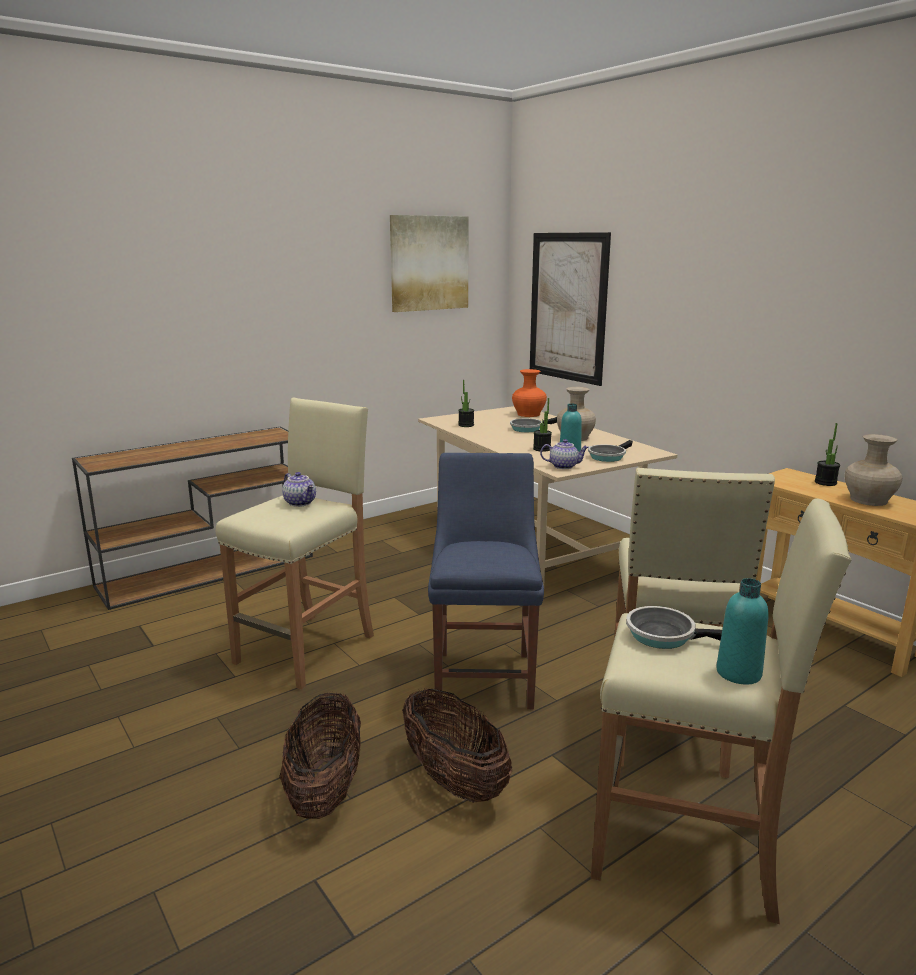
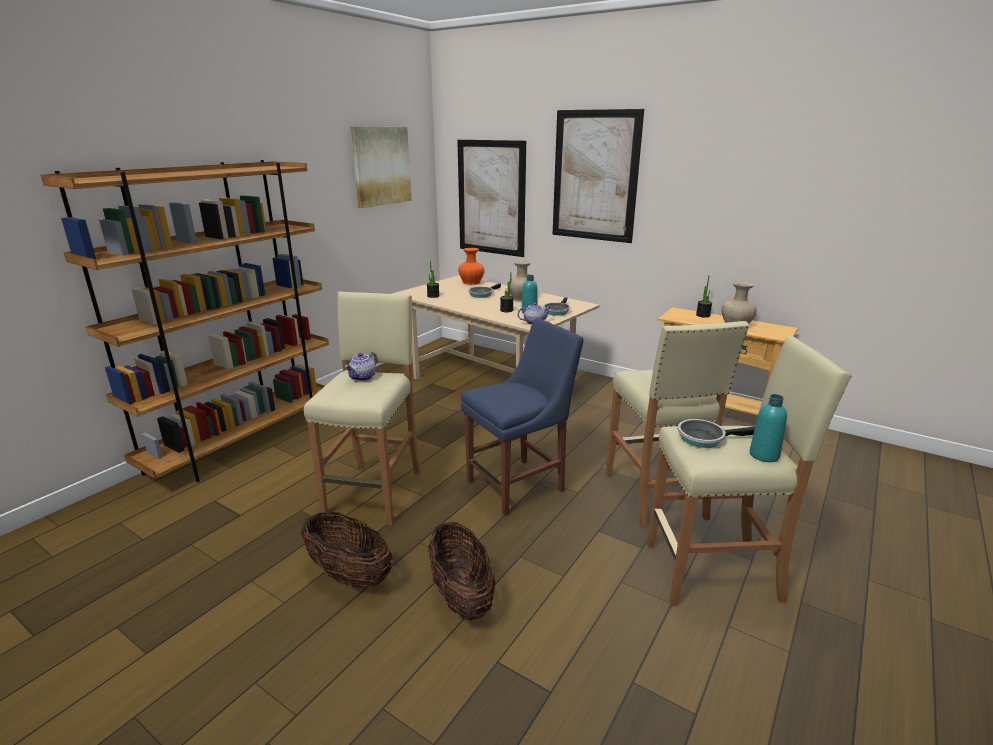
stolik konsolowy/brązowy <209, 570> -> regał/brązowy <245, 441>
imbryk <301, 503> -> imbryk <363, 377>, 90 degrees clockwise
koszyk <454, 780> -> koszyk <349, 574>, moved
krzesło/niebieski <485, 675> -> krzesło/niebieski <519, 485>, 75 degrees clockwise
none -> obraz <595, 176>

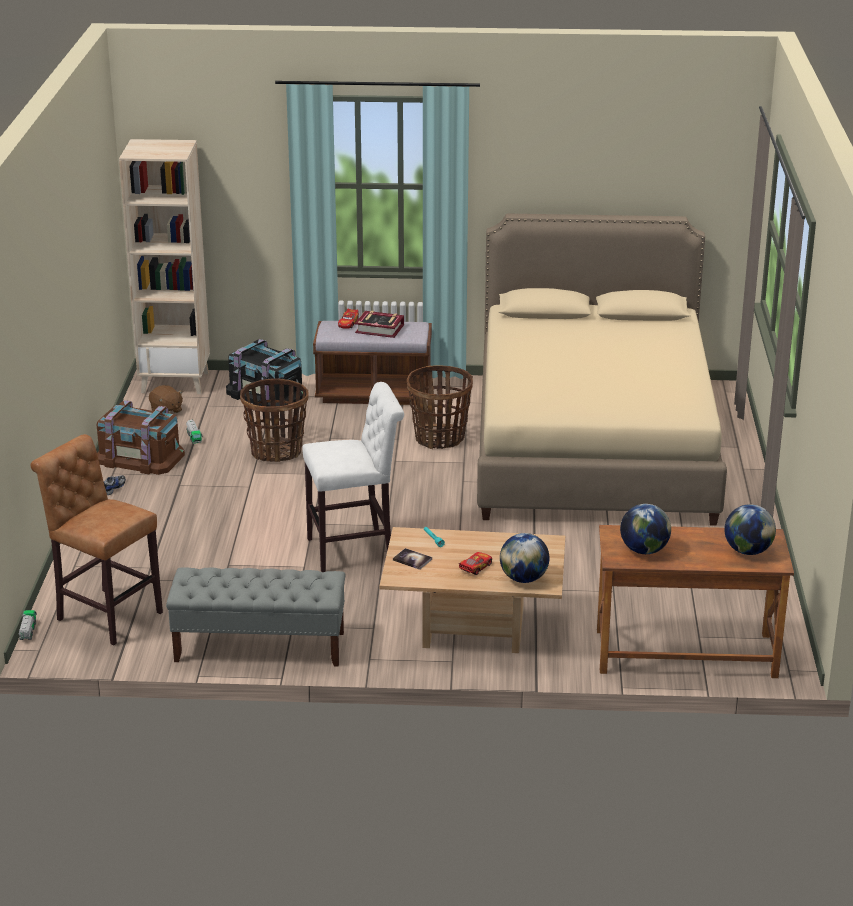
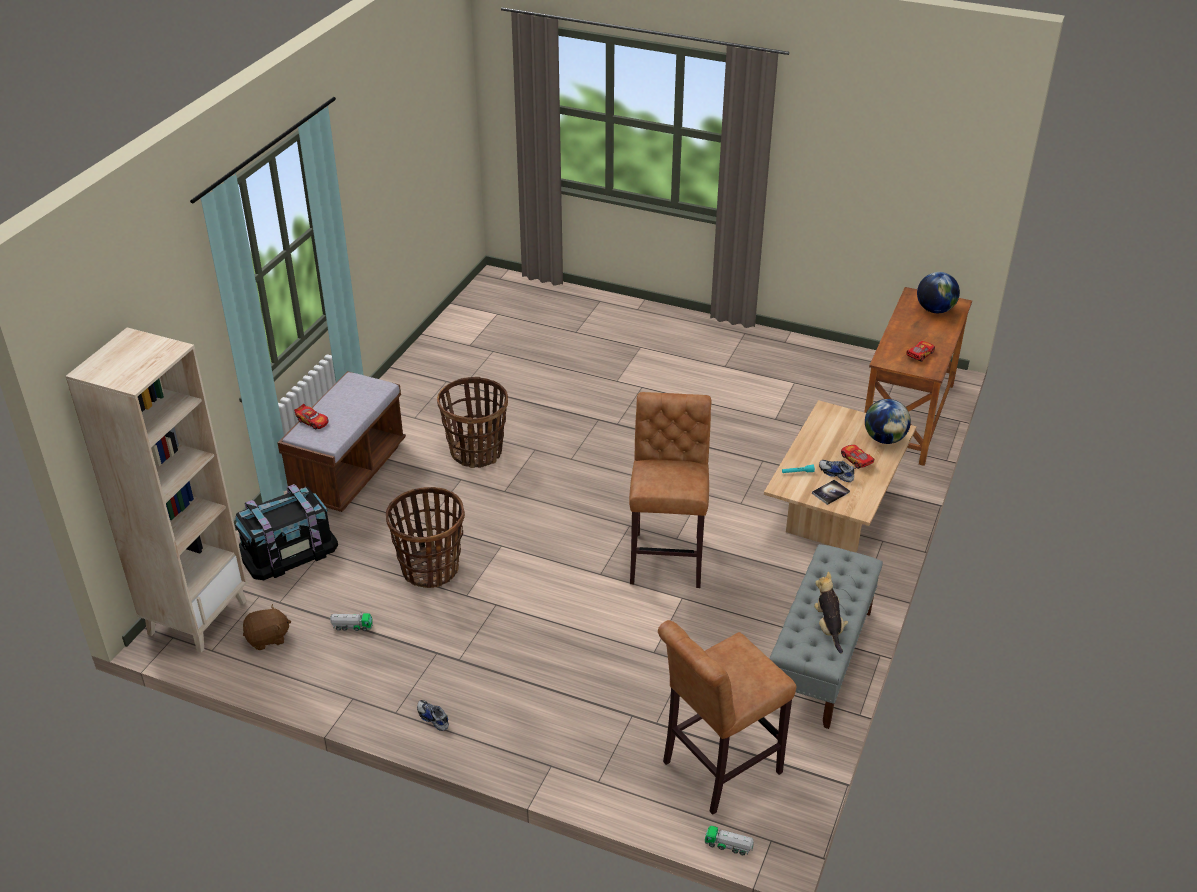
pojemnik do przechowywania/brązowy <140, 457> -> none
stołek/biały <355, 550> -> stołek/brązowy <667, 556>
książka <379, 329> -> none
łóżko/beżowy <592, 446> -> none
globus <644, 550> -> samochodzik <920, 354>
none -> pluszak <828, 627>
none -> but <836, 474>

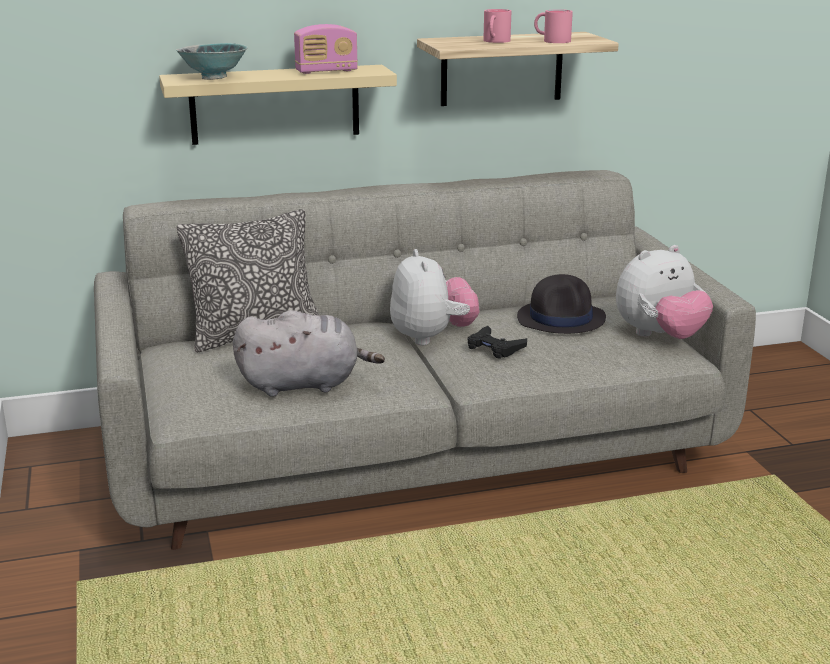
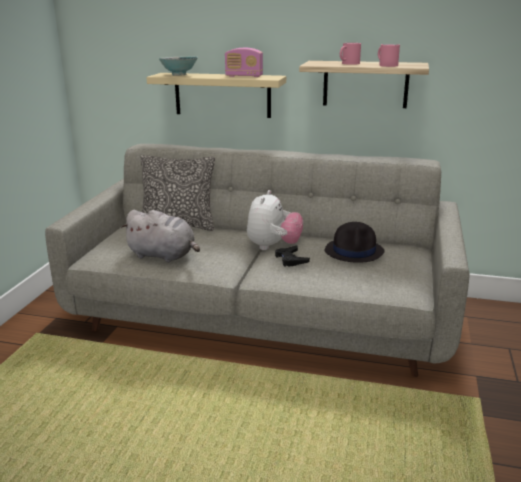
pluszak <659, 336> -> none

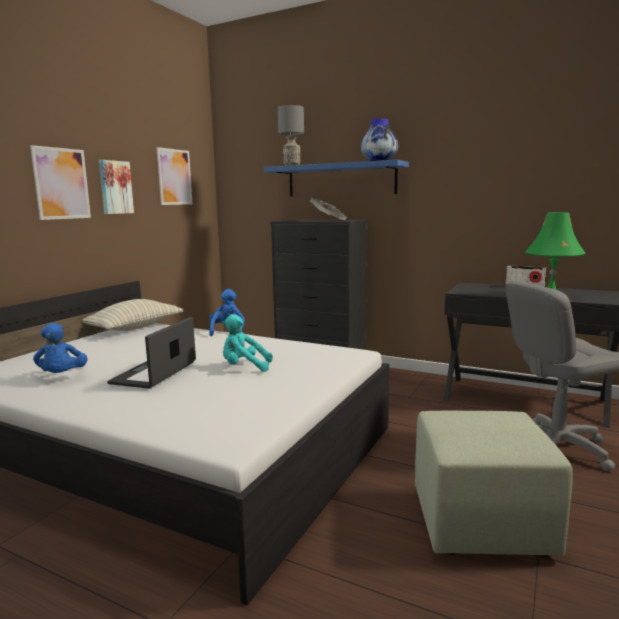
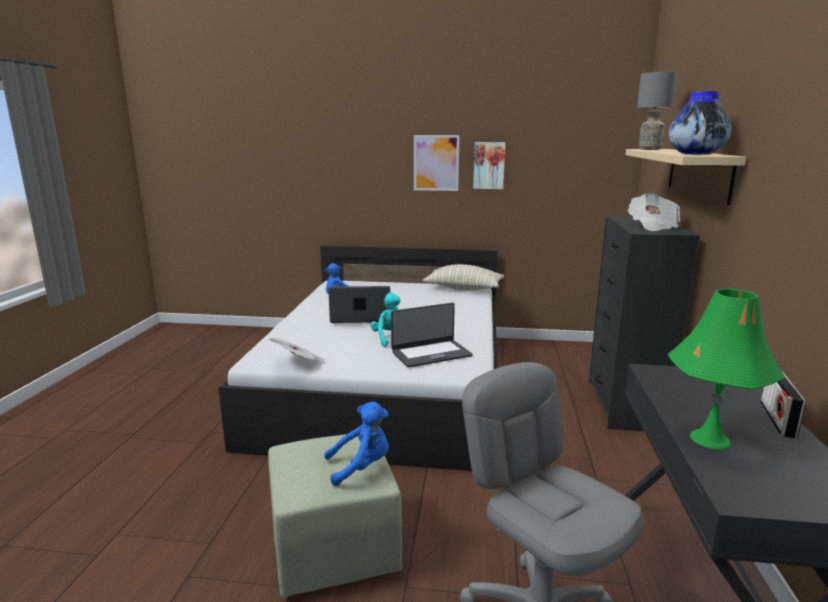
obraz <174, 177> -> none
pluszak/niebieski <227, 332> -> pluszak/niebieski <361, 467>, moved
półka/niebieski <341, 180> -> półka/beżowy <698, 173>
none -> gazeta <298, 363>
none -> laptop <431, 353>

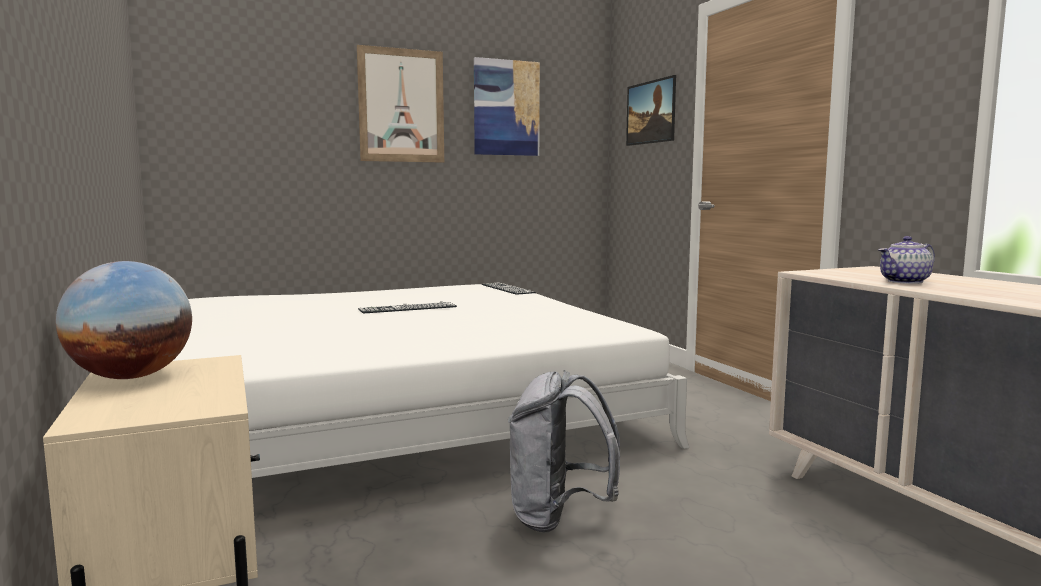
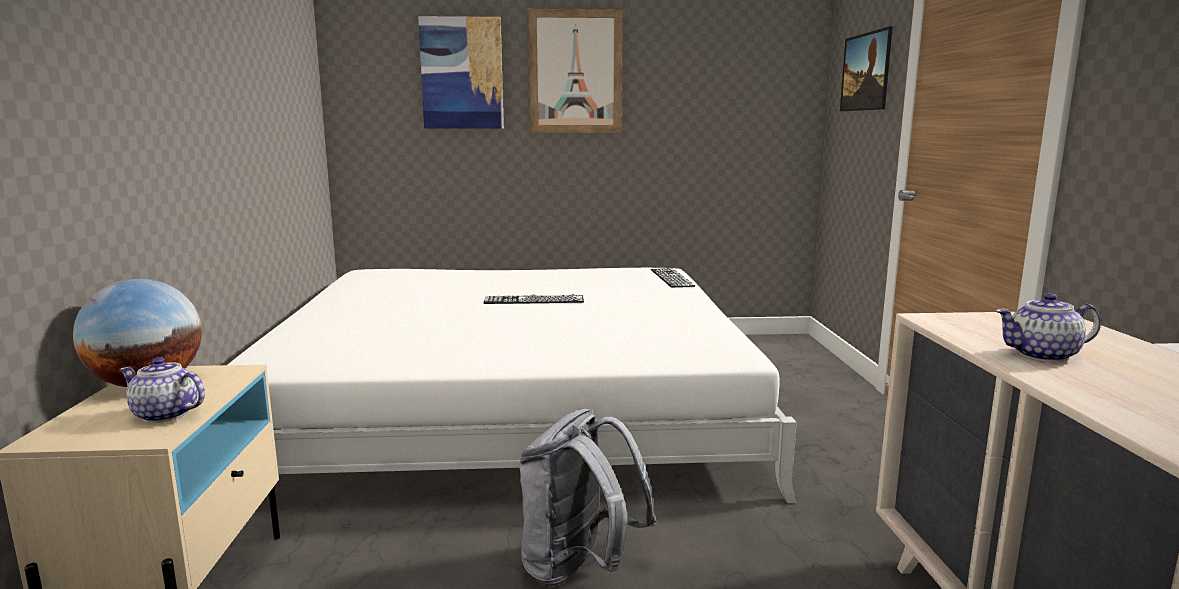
obraz <506, 108> -> obraz <462, 73>, moved
none -> imbryk <164, 415>

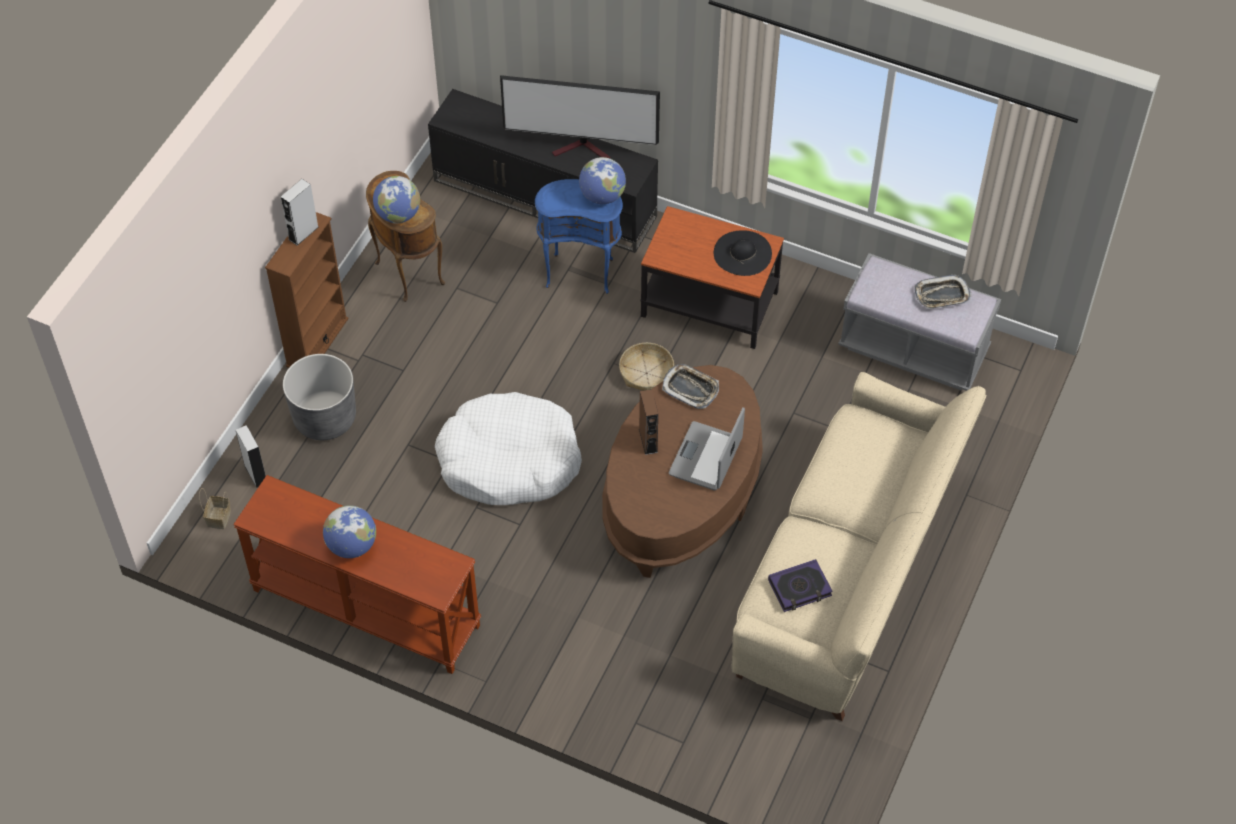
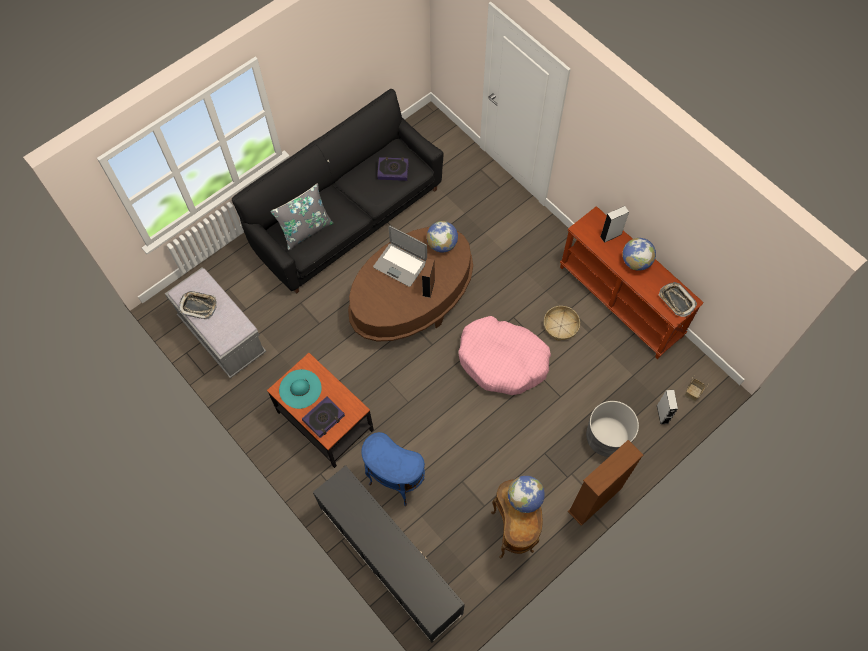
głośnik/szary <303, 233> -> głośnik/szary <611, 235>, moved
legowisko/biały <509, 460> -> legowisko/różowy <502, 360>
telewizor <584, 149> -> none
globus <602, 196> -> globus <442, 244>, moved
koszyk <646, 373> -> koszyk <561, 326>, moved
taca <690, 389> -> taca <676, 300>, moved
laptop <706, 457> -> laptop <400, 264>, 75 degrees clockwise
kapelusz/czarny <742, 253> -> kapelusz/turkusowy <300, 389>
kanapa/beżowy <848, 574> -> kanapa/czarny <348, 218>
none -> poduszka/szary <306, 230>
none -> książka <324, 418>

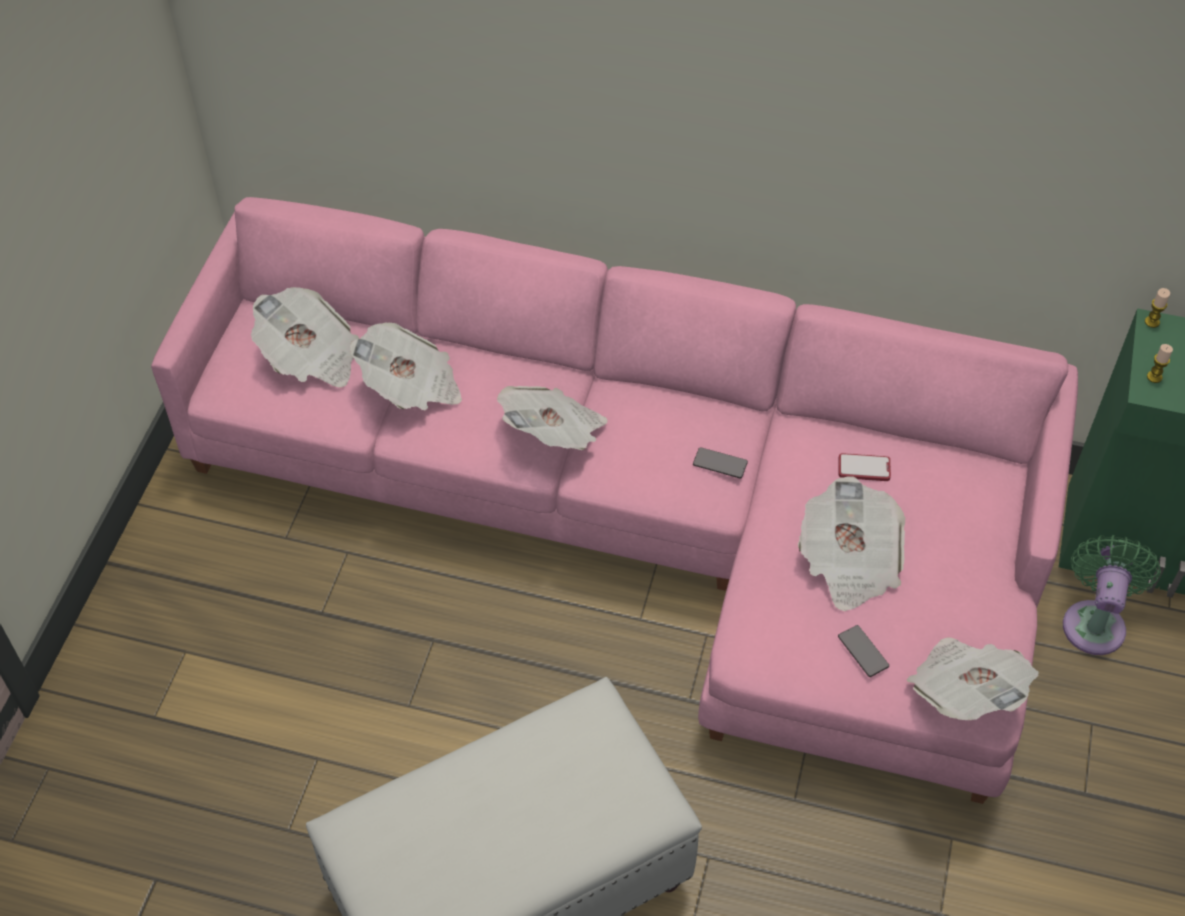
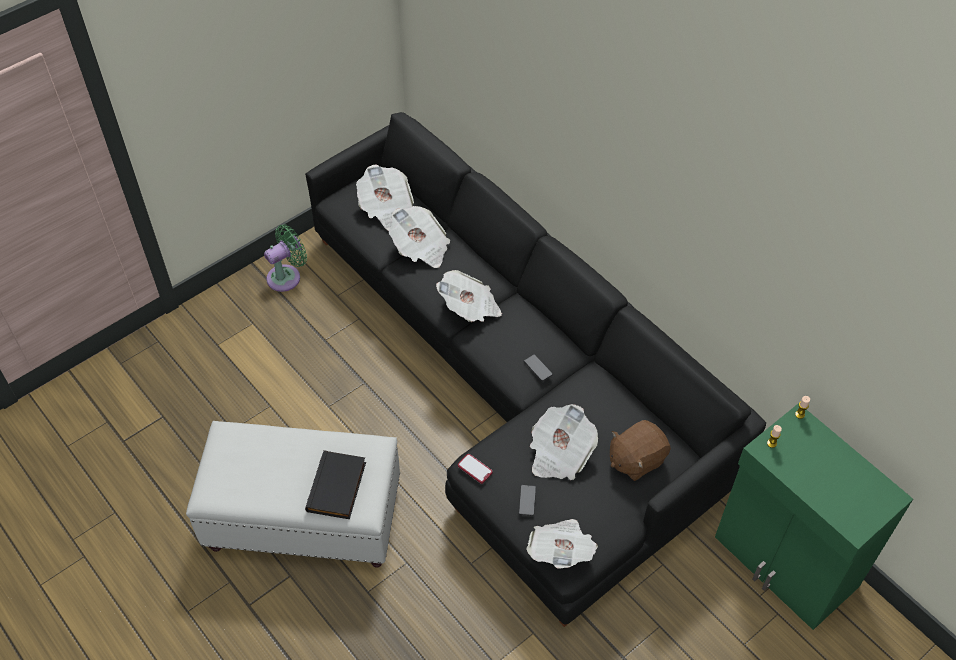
kanapa/różowy <650, 518> -> kanapa/czarny <517, 385>
telefon <864, 468> -> telefon <475, 469>, moved
wentylator/zielony <1095, 621> -> wentylator/zielony <287, 276>, moved
none -> książka/czarny <338, 487>
none -> pluszak/brązowy <636, 459>

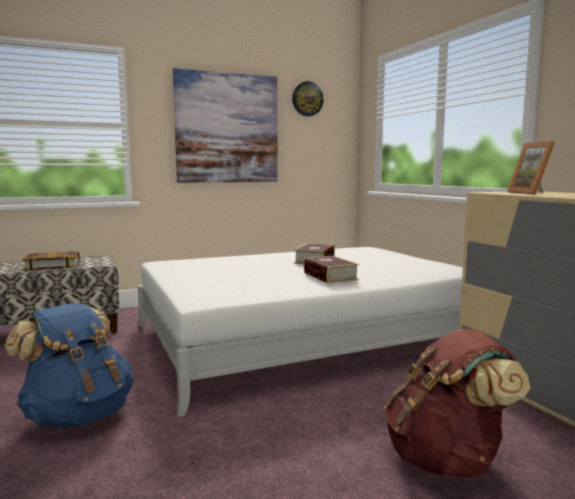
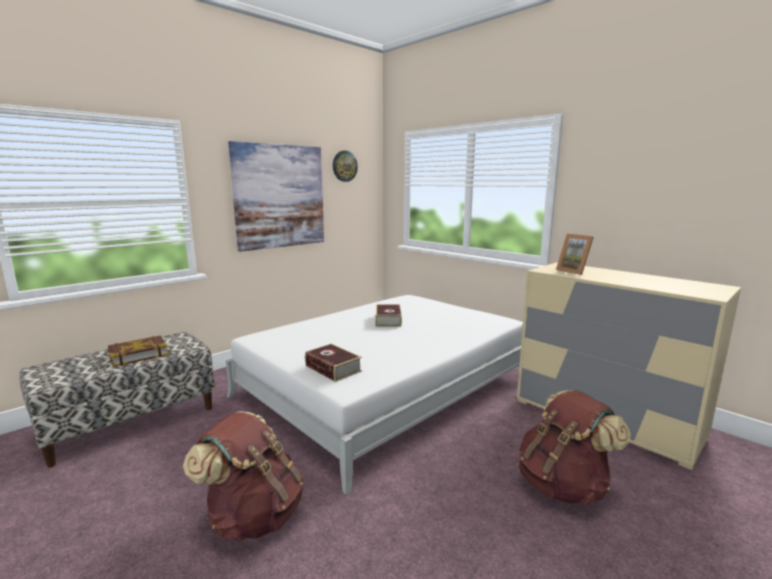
plecak/niebieski <78, 415> -> plecak/brązowy <253, 516>
książka <330, 276> -> książka <333, 368>, moved

